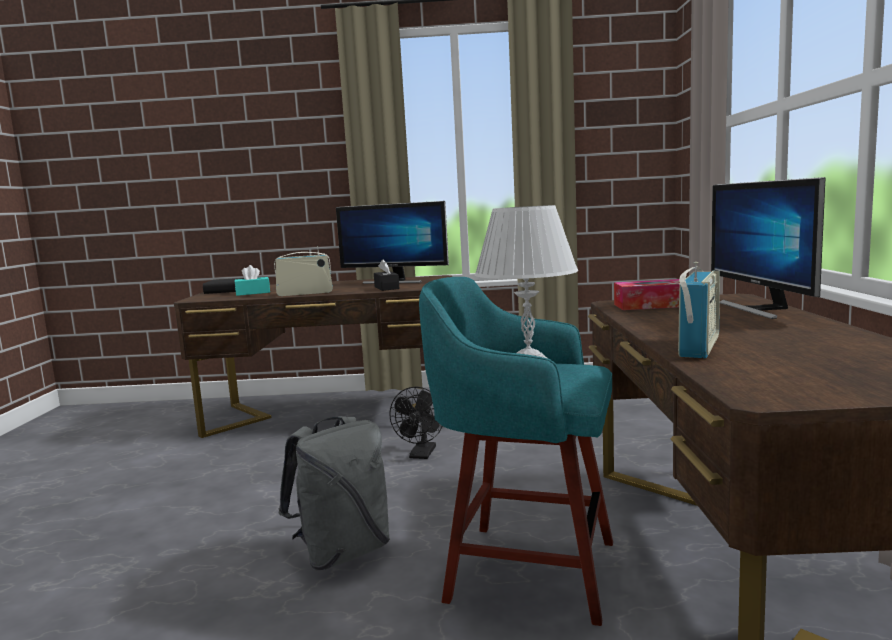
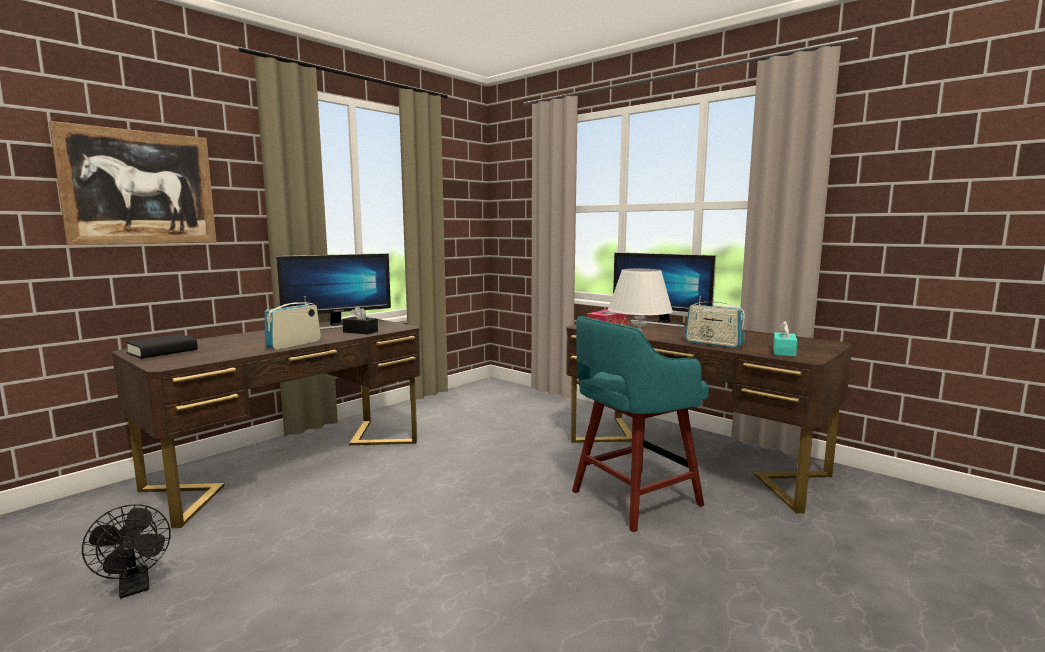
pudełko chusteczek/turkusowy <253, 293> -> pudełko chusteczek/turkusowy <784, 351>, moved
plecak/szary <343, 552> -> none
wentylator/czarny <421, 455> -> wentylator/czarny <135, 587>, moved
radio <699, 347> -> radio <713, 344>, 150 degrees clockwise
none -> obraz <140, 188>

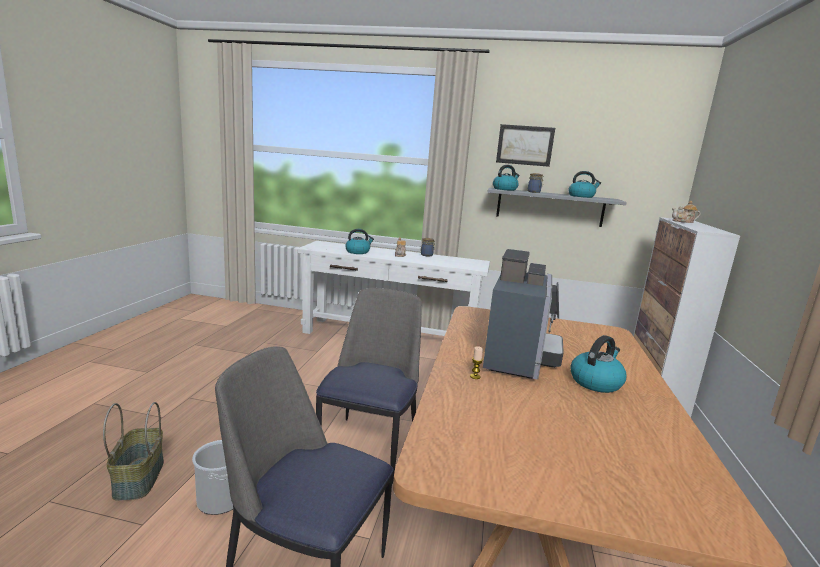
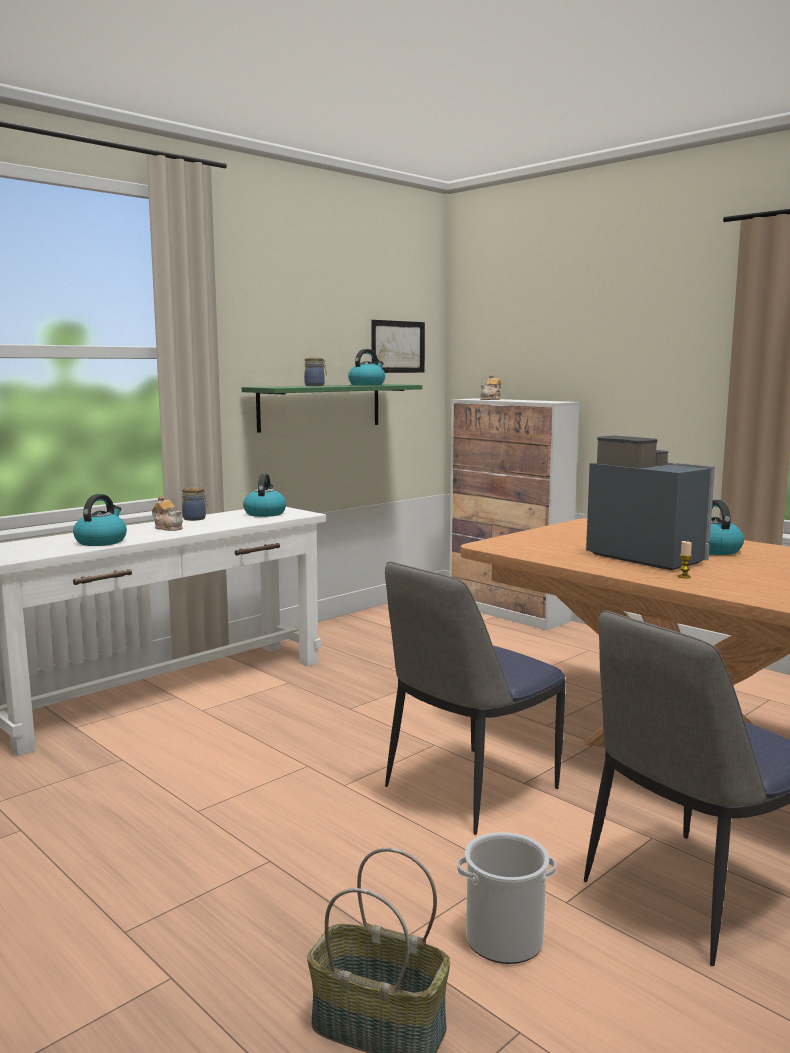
krzesło <369, 446> -> krzesło <468, 790>, 90 degrees counterclockwise
półka/szary <550, 207> -> półka/zielony <320, 407>
czajnik <505, 189> -> czajnik <265, 513>, moved
obraz <525, 145> -> obraz <398, 347>, moved

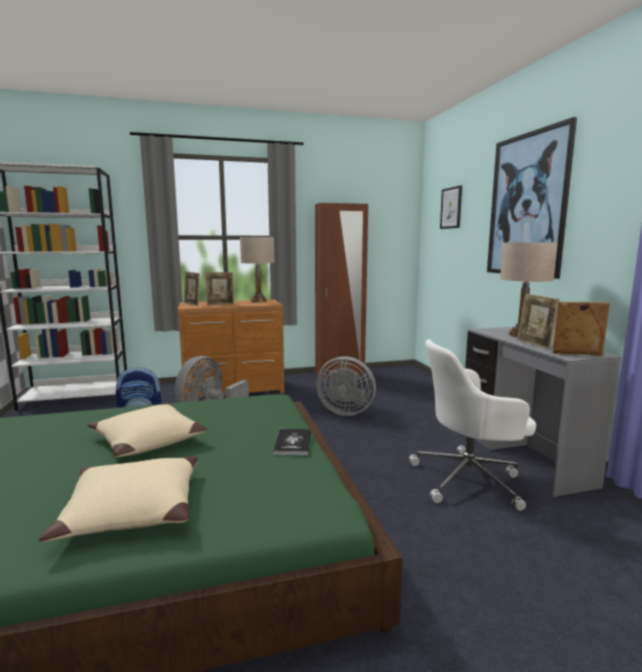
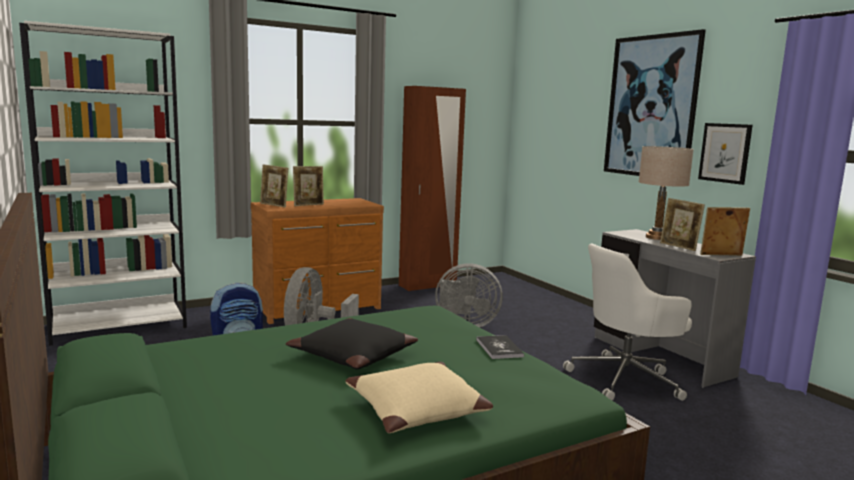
poduszka/beżowy <147, 440> -> poduszka/czarny <352, 355>
lampa stołowa/beżowy <258, 301> -> none
obraz <451, 208> -> obraz <725, 153>, moved

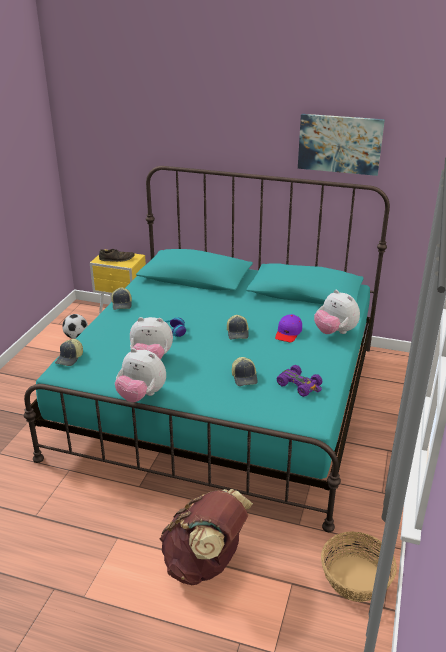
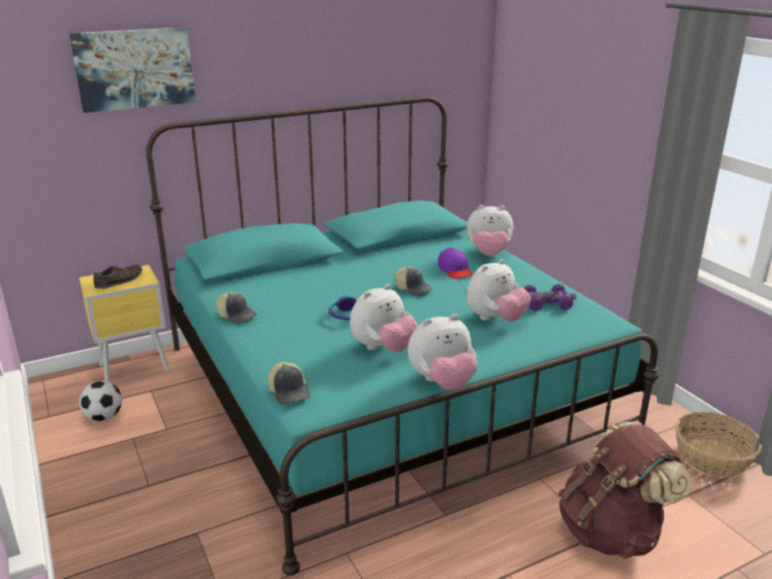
czapka z daszkiem <245, 377> -> pluszak <495, 319>
obraz <340, 144> -> obraz <134, 69>, moved

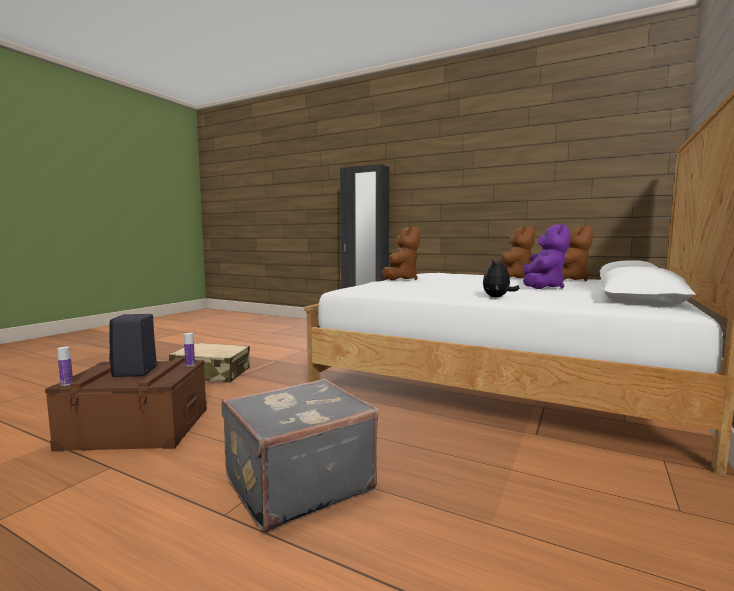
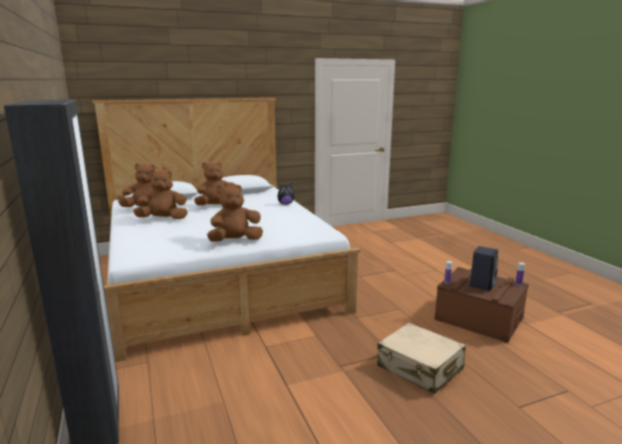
walizka/szary <297, 483> -> none
pluszak/fioletowy <542, 287> -> pluszak/brązowy <216, 206>

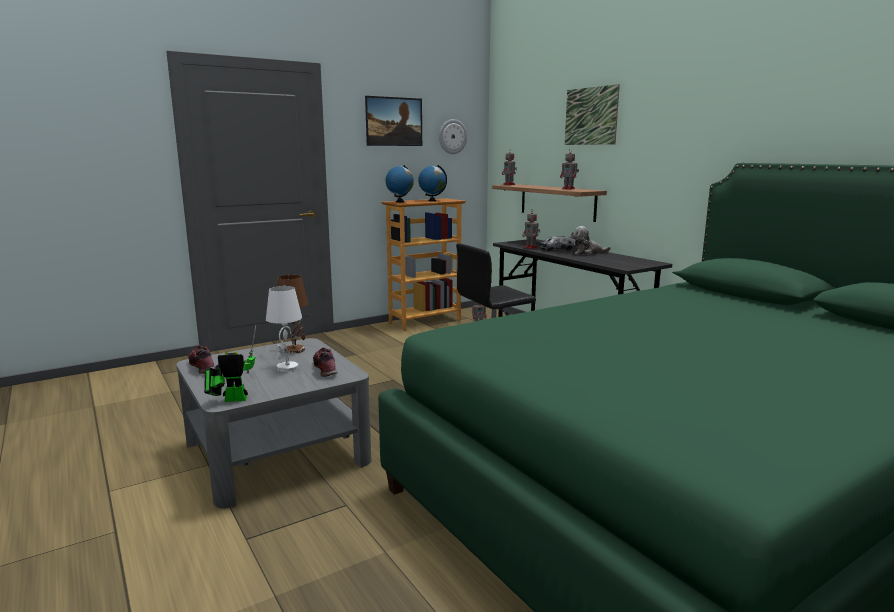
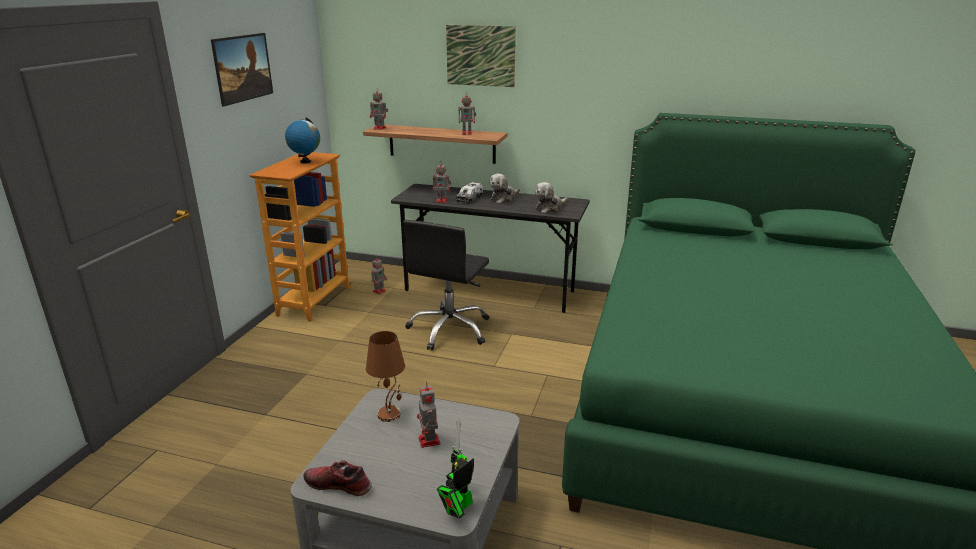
lampa stołowa/biały <287, 368> -> robot zabawkowy <429, 441>
but <326, 369> -> none
globus <399, 202> -> none
zegar ścienny <452, 136> -> none
none -> pluszak <549, 208>

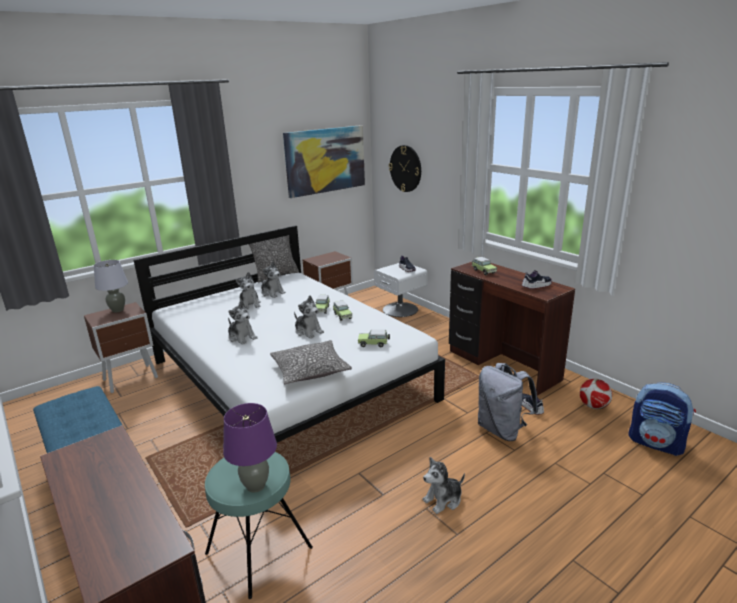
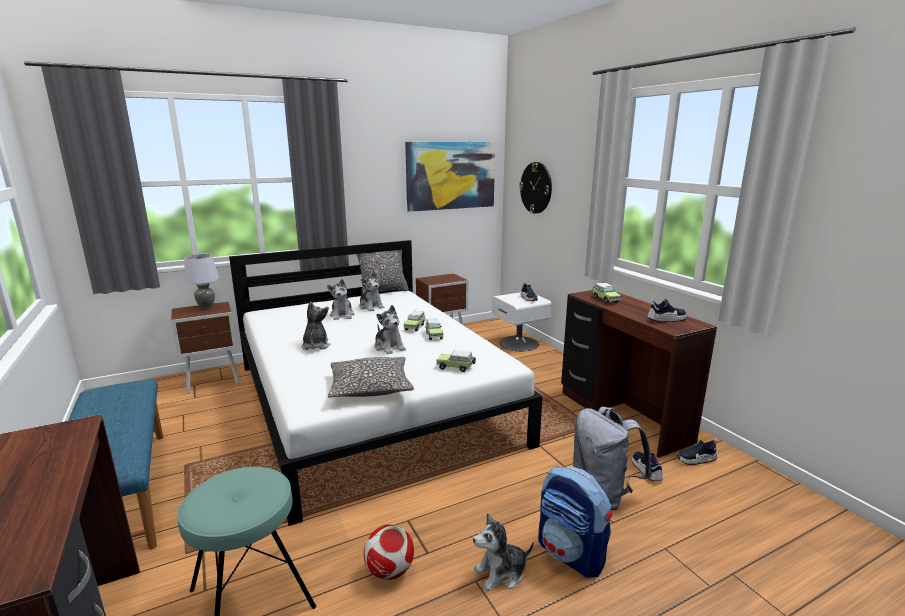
lampa stołowa/fioletowy <255, 485> -> none
pluszak <242, 337> -> pluszak <315, 345>, 150 degrees counterclockwise
piłka futbolowa <593, 406> -> piłka futbolowa <389, 571>, moved
plecak <656, 443> -> plecak <571, 554>, moved
none -> but <696, 459>

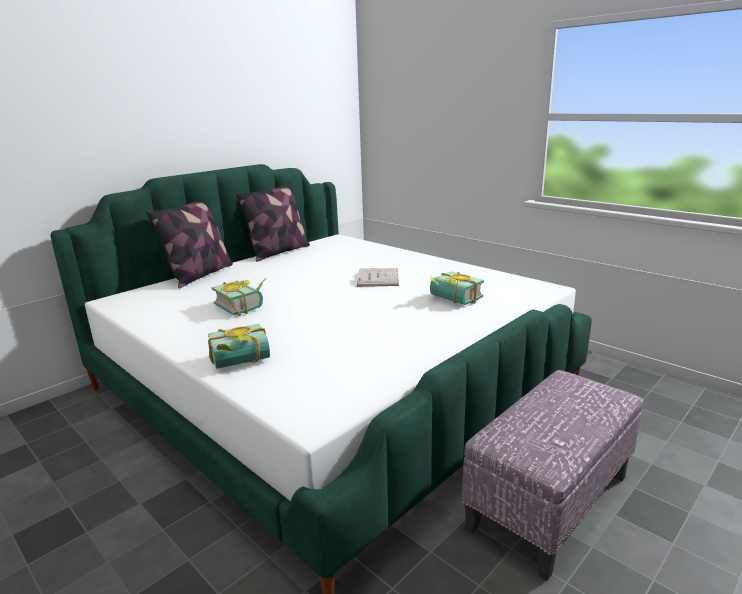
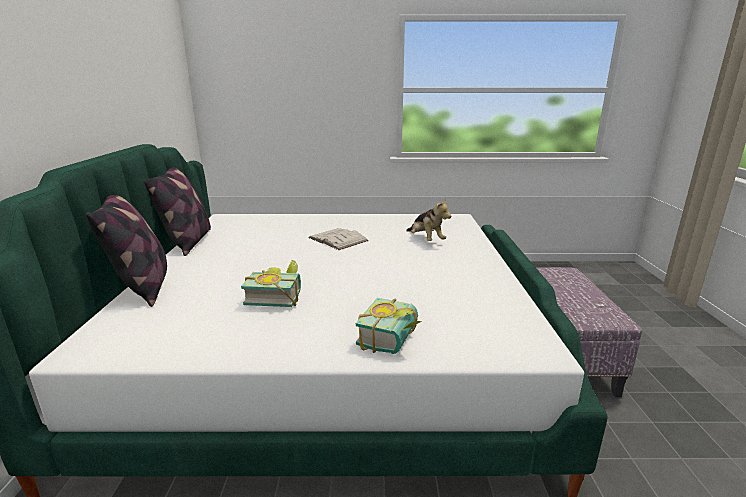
książka <452, 300> -> pluszak <426, 240>

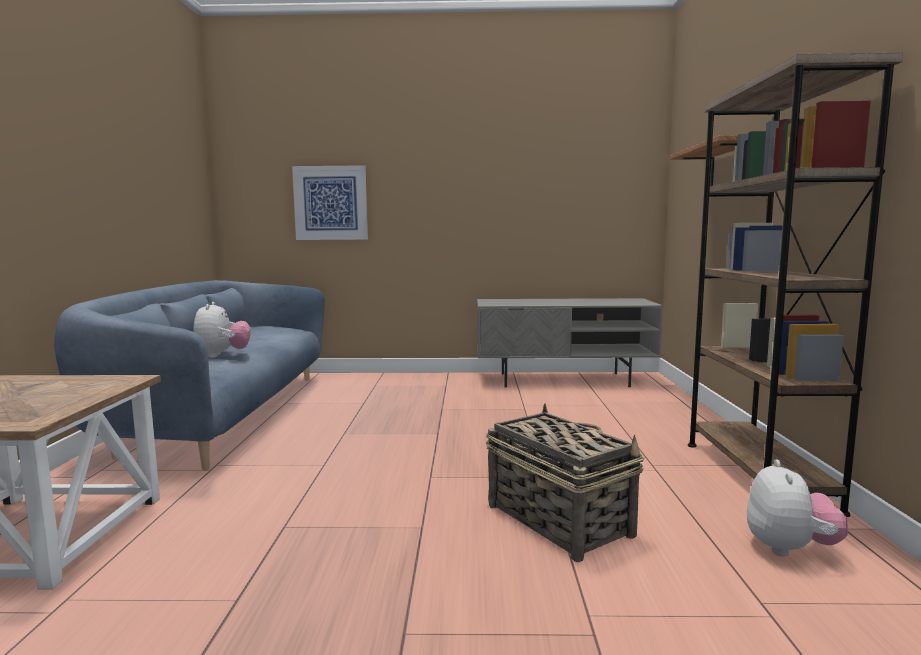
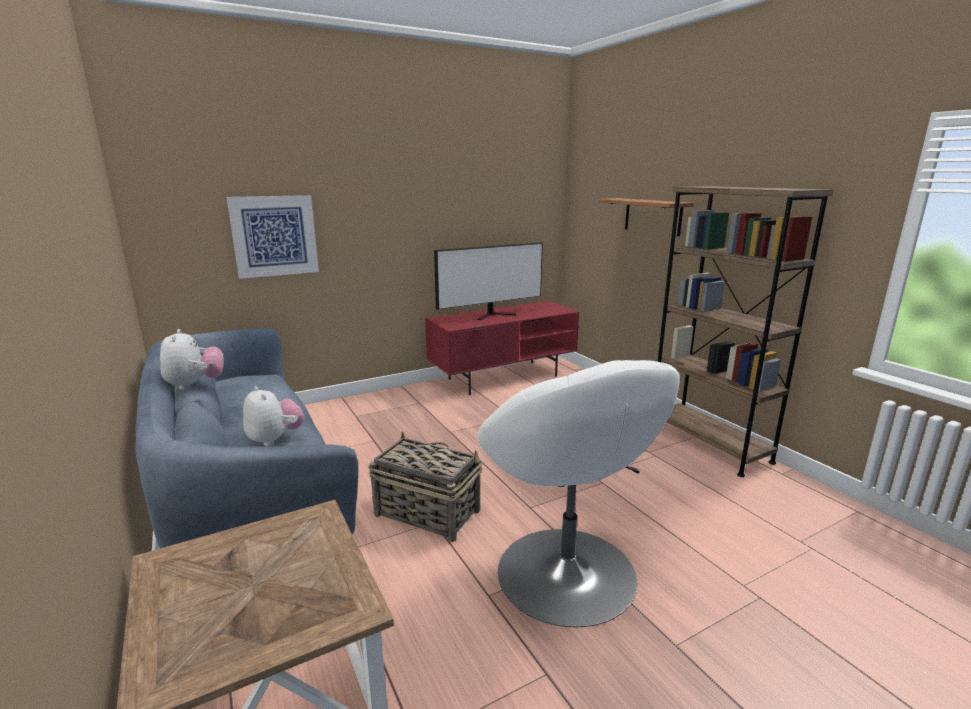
szafka pod telewizor/szary <564, 380> -> szafka pod telewizor/czerwony <503, 377>
koszyk <557, 519> -> koszyk <426, 512>, moved
pluszak <790, 549> -> pluszak <195, 385>, moved
none -> telewizor <494, 315>
none -> fotel/biały <567, 575>

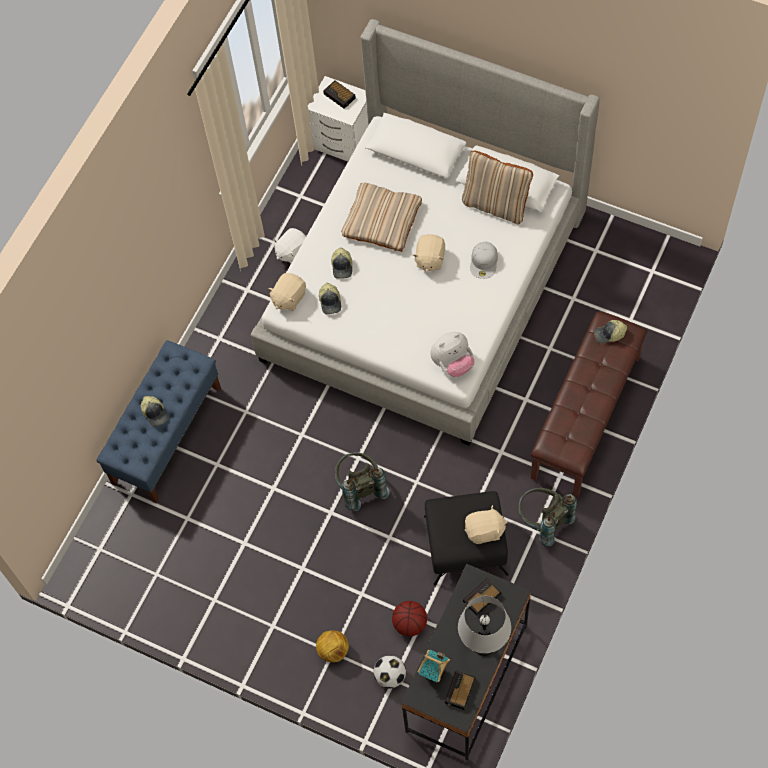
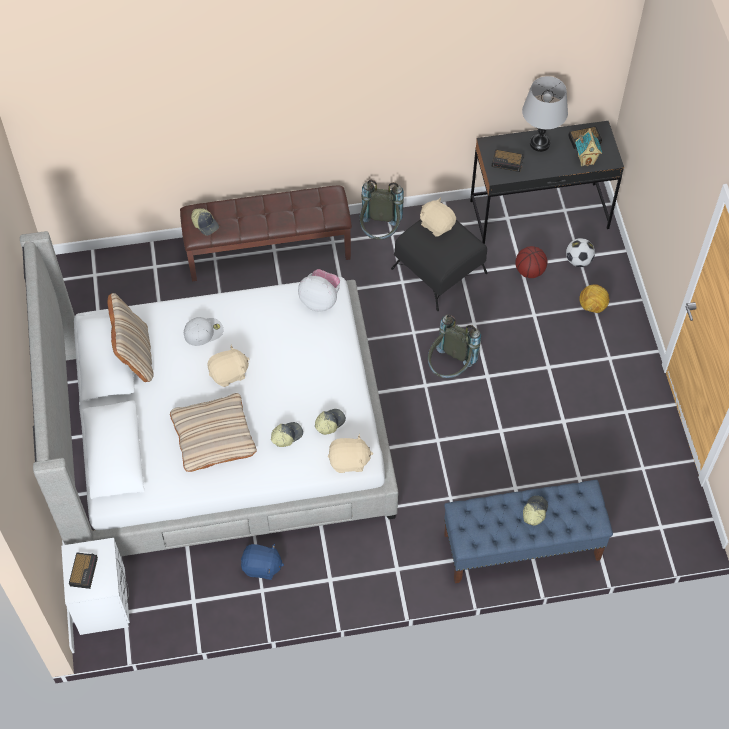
pluszak/biały <292, 251> -> pluszak/niebieski <262, 567>

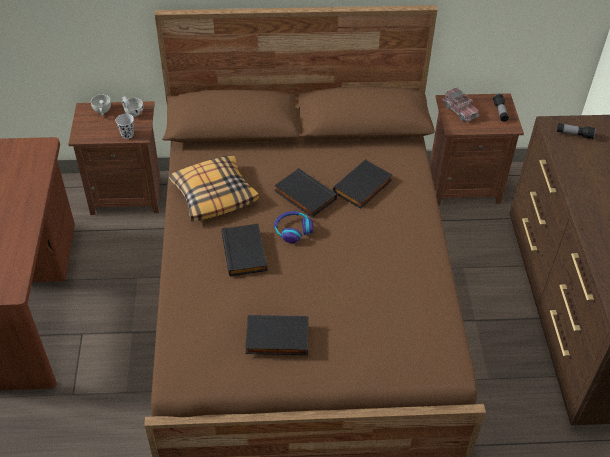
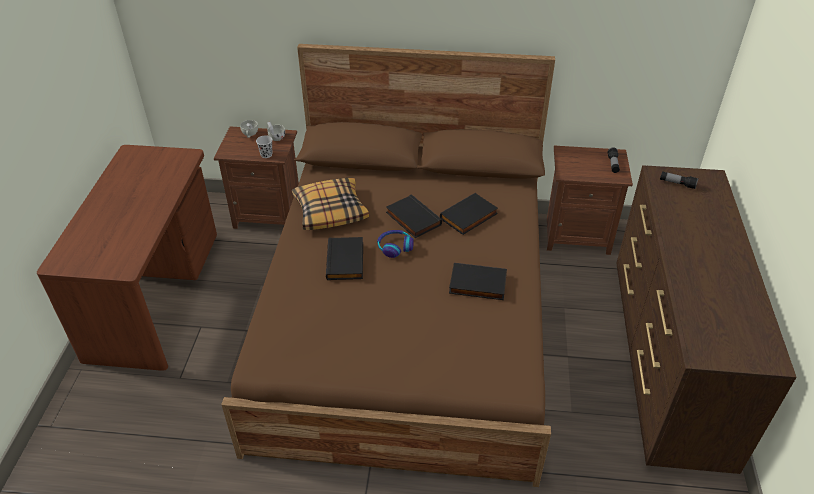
książka/czarny <276, 339> -> książka/czarny <477, 285>, moved
ciężarówka zabawkowa <460, 110> -> none

